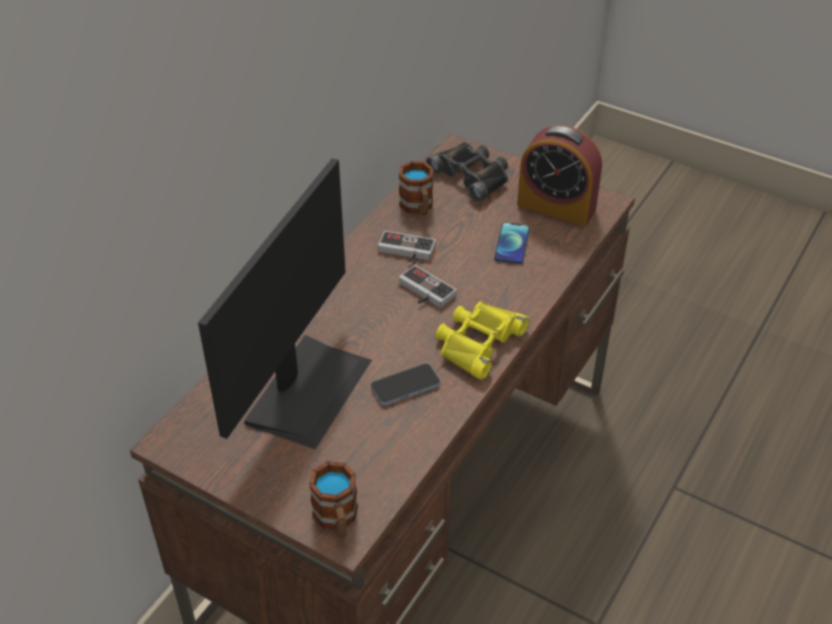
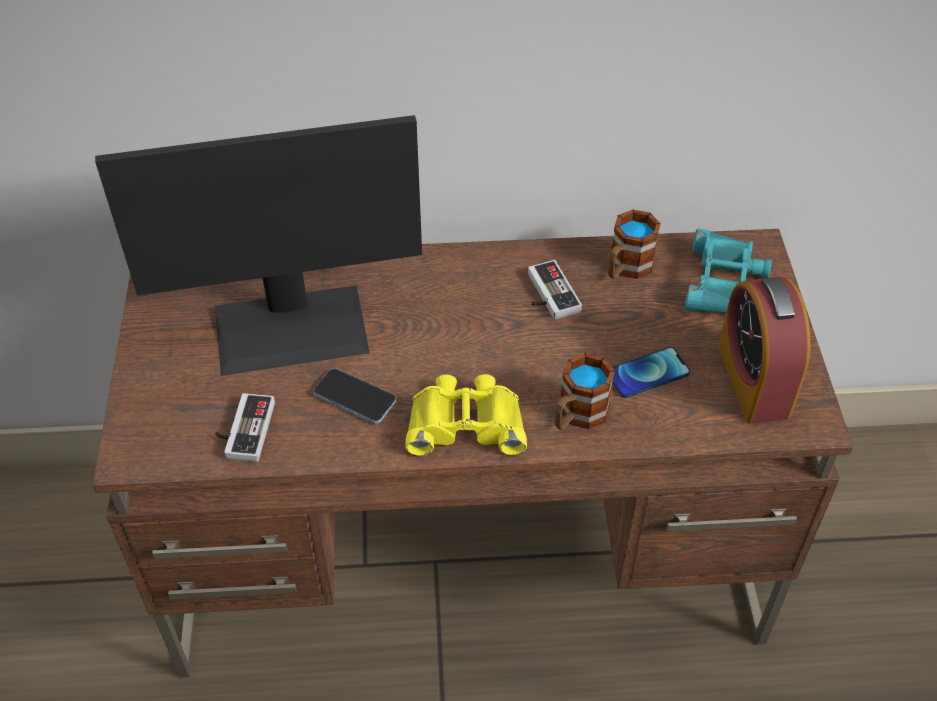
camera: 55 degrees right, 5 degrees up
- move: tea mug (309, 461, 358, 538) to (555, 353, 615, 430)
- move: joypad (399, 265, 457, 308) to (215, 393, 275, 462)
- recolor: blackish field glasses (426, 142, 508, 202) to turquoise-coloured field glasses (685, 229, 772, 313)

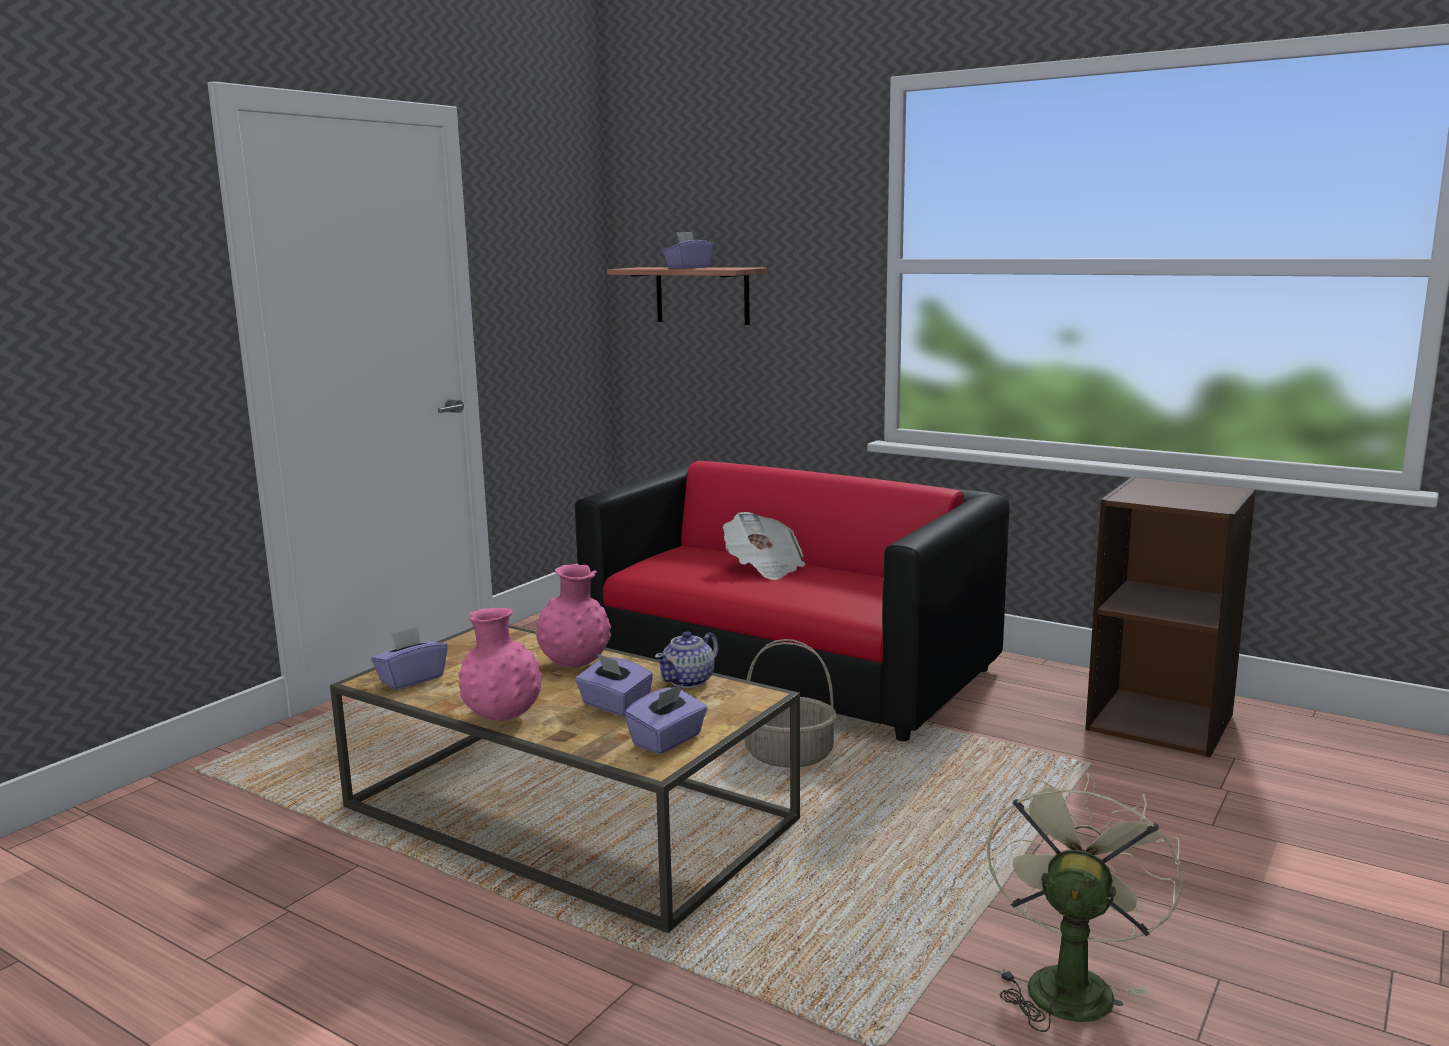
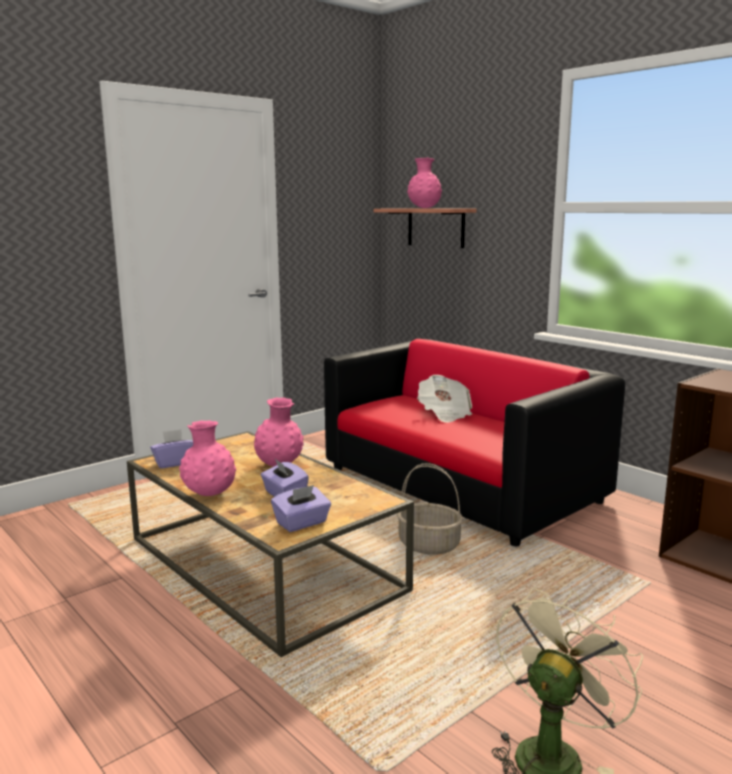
camera: 15 degrees right, 0 degrees up
- delete: tea pot (655, 631, 719, 688)
- replace: purple-coloured tissue holder (662, 232, 713, 269) to pink-coloured vase (407, 158, 442, 208)

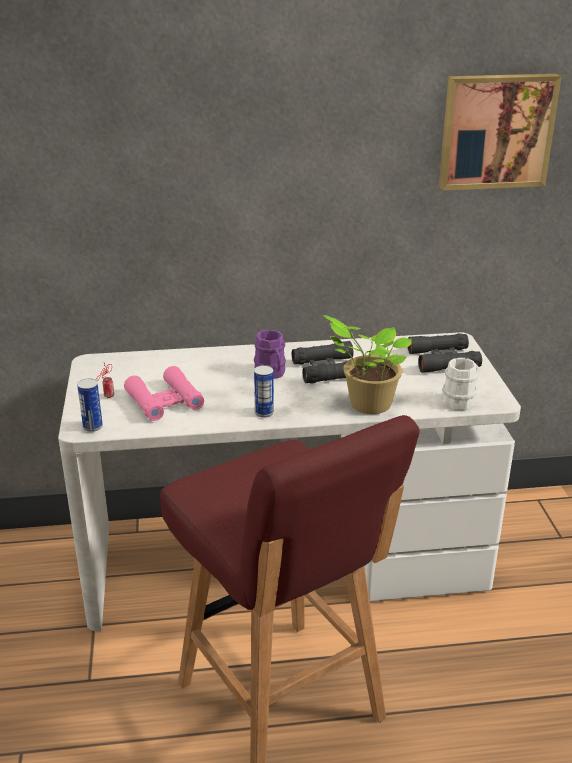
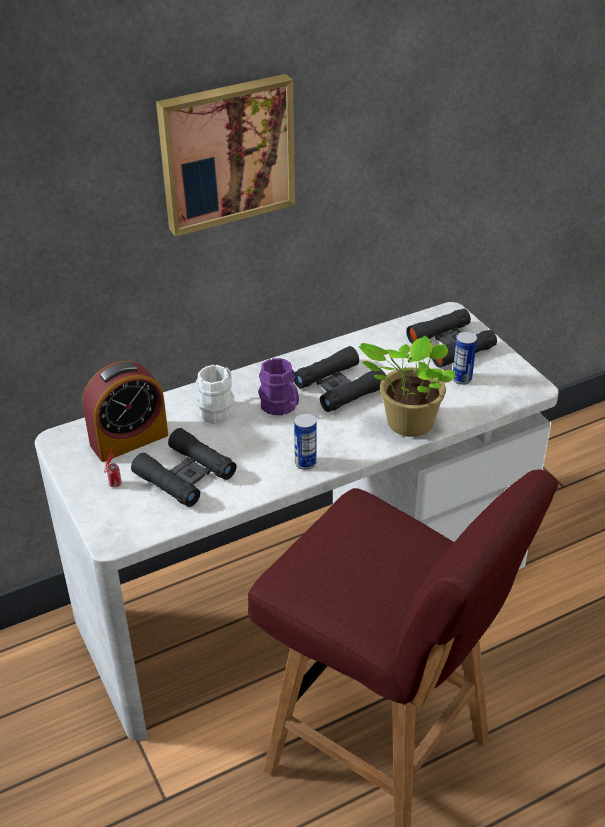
camera: 20 degrees left, 10 degrees up
- insert: bedside clock (83, 361, 168, 462)
- move: metal can (77, 378, 103, 432) to (453, 331, 477, 385)
- move: wall picture (439, 74, 562, 190) to (156, 74, 295, 237)
- move: whitish tea mug (442, 358, 479, 410) to (196, 365, 234, 424)
- recolor: pink-coloured field glasses (124, 366, 204, 421) to blackish field glasses (131, 428, 236, 507)

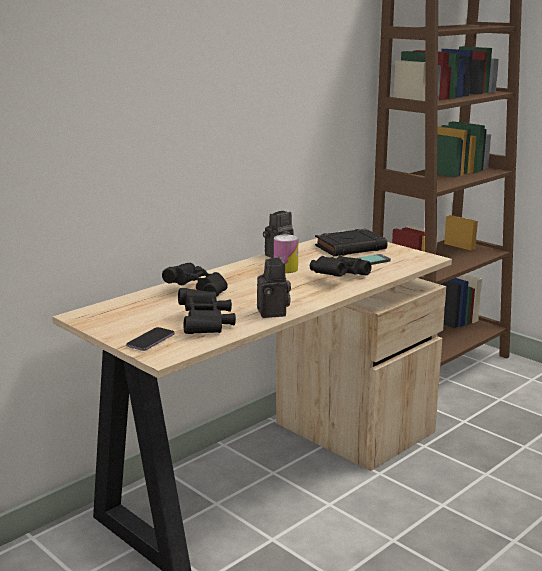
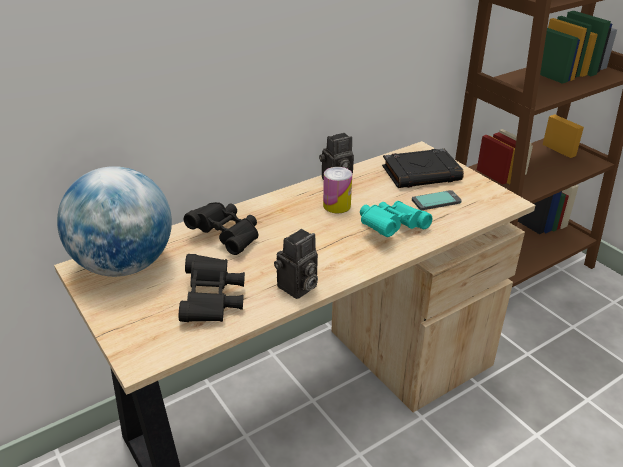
camera: 10 degrees right, 15 degrees up
- delete: phone (126, 327, 175, 351)
- insert: globe (57, 166, 172, 277)
- recolor: blackish field glasses (310, 256, 372, 277) to turquoise-coloured field glasses (360, 201, 432, 237)
- rotate: still camera (257, 256, 291, 318) = (274, 229, 318, 299) 45 degrees clockwise

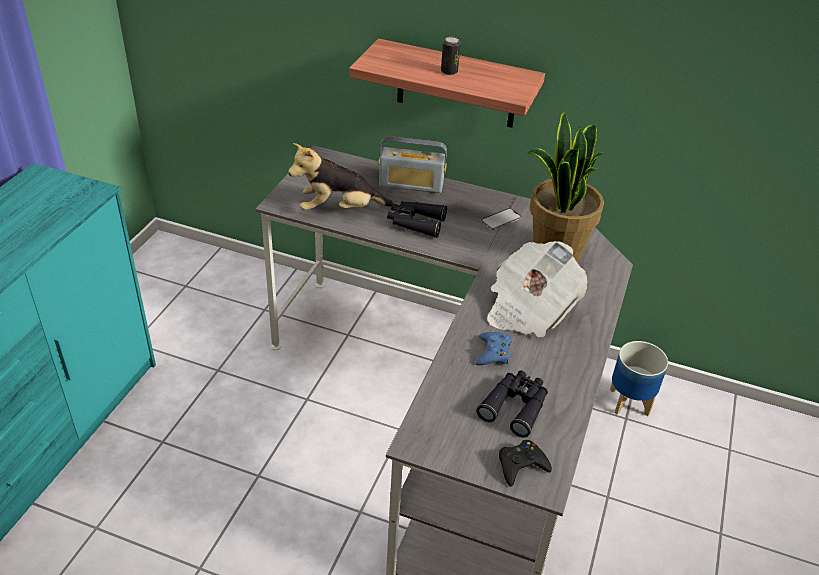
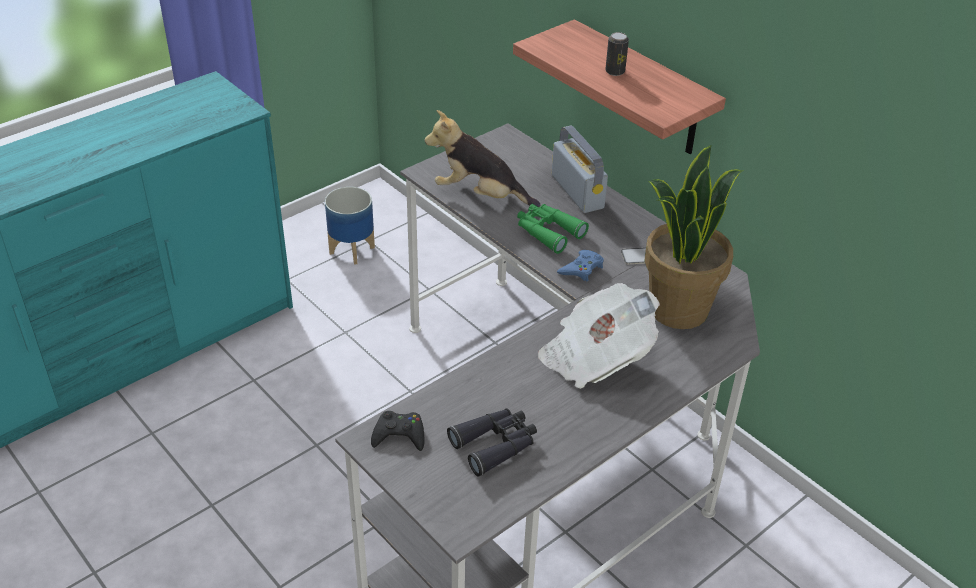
camera: 30 degrees right, 0 degrees up
- move: blue-coloured joypad (475, 332, 512, 365) to (557, 250, 604, 281)
- move: blackish joypad (499, 440, 552, 487) to (371, 411, 425, 451)
- move: flower pot (610, 341, 668, 416) to (325, 187, 375, 265)
- recolor: blackish field glasses (387, 201, 447, 238) to green field glasses (517, 204, 589, 254)
- rotate: radio receiver (379, 136, 447, 193) = (552, 126, 608, 213) 150 degrees counterclockwise

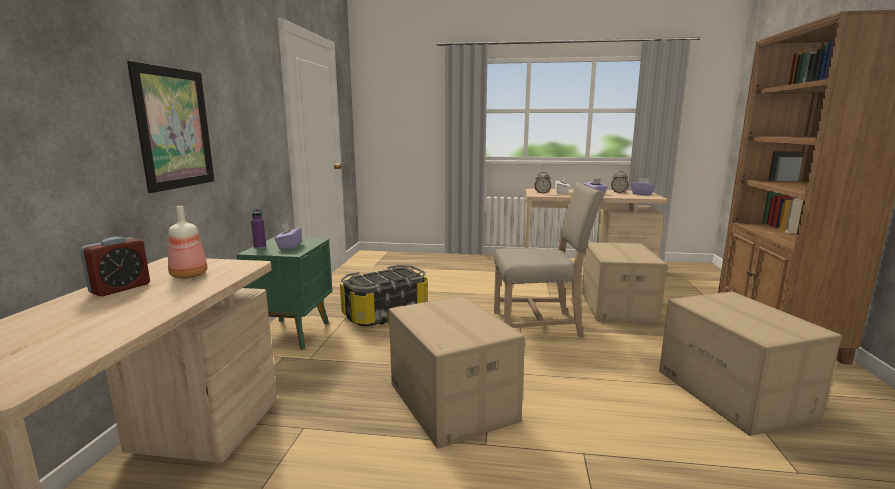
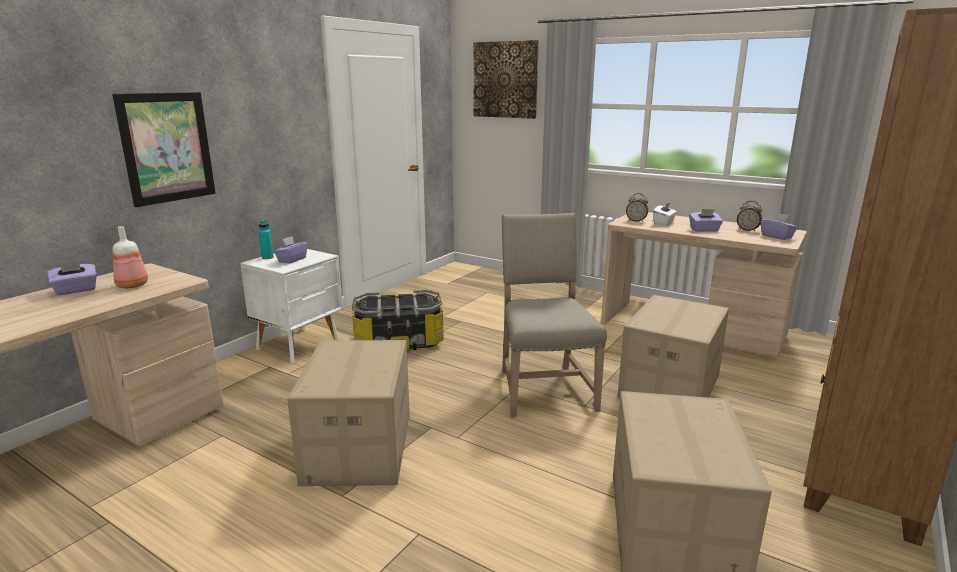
camera: 25 degrees right, 5 degrees up
- insert: wall picture (473, 40, 539, 119)
- replace: bedside clock (80, 237, 150, 296) to purple-coloured tissue holder (47, 261, 97, 295)
- recolor: green bedside table (237, 237, 332, 350) to whitish bedside table (240, 249, 343, 363)
- recolor: purple-coloured bottle (251, 209, 266, 249) to turquoise-coloured bottle (259, 220, 274, 259)
- rotate: beige plain chair (494, 183, 605, 338) = (502, 213, 607, 418) 120 degrees counterclockwise

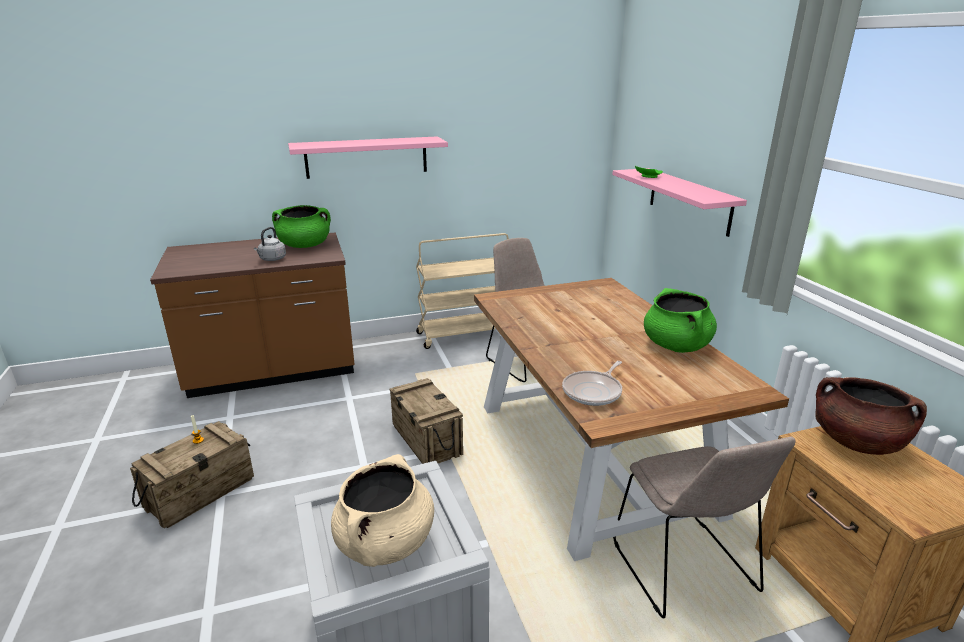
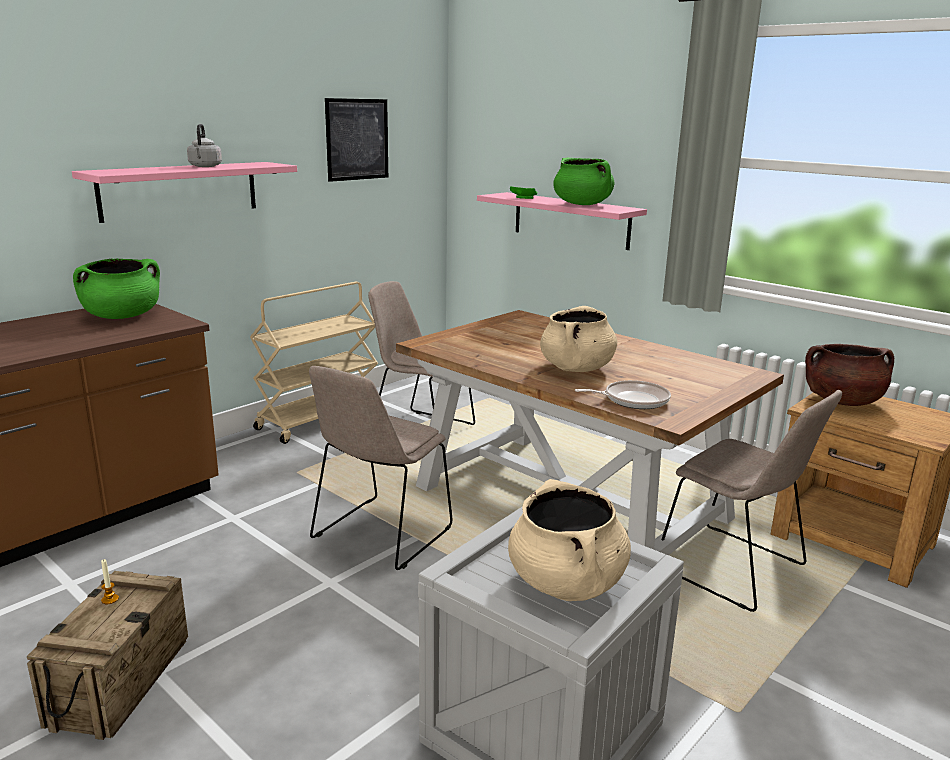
camera: 30 degrees left, 5 degrees down
- insert: wall picture (325, 98, 388, 182)
- insert: beige stockpot (540, 306, 617, 372)
- move: greyish water kettle (254, 227, 286, 261) to (187, 124, 222, 167)
- move: green stockpot (644, 288, 717, 353) to (553, 158, 615, 205)
- replace: shipping crate (389, 378, 463, 464) to beige plain chair (309, 366, 452, 570)
- rotate: skillet (562, 361, 622, 406) = (575, 380, 671, 409) 105 degrees counterclockwise

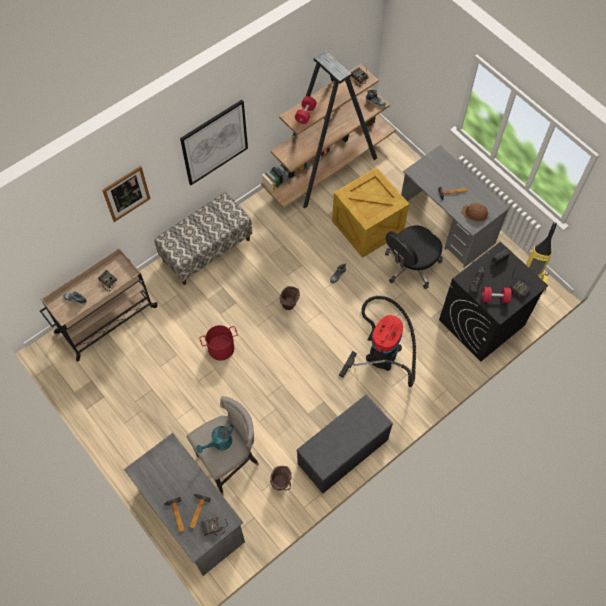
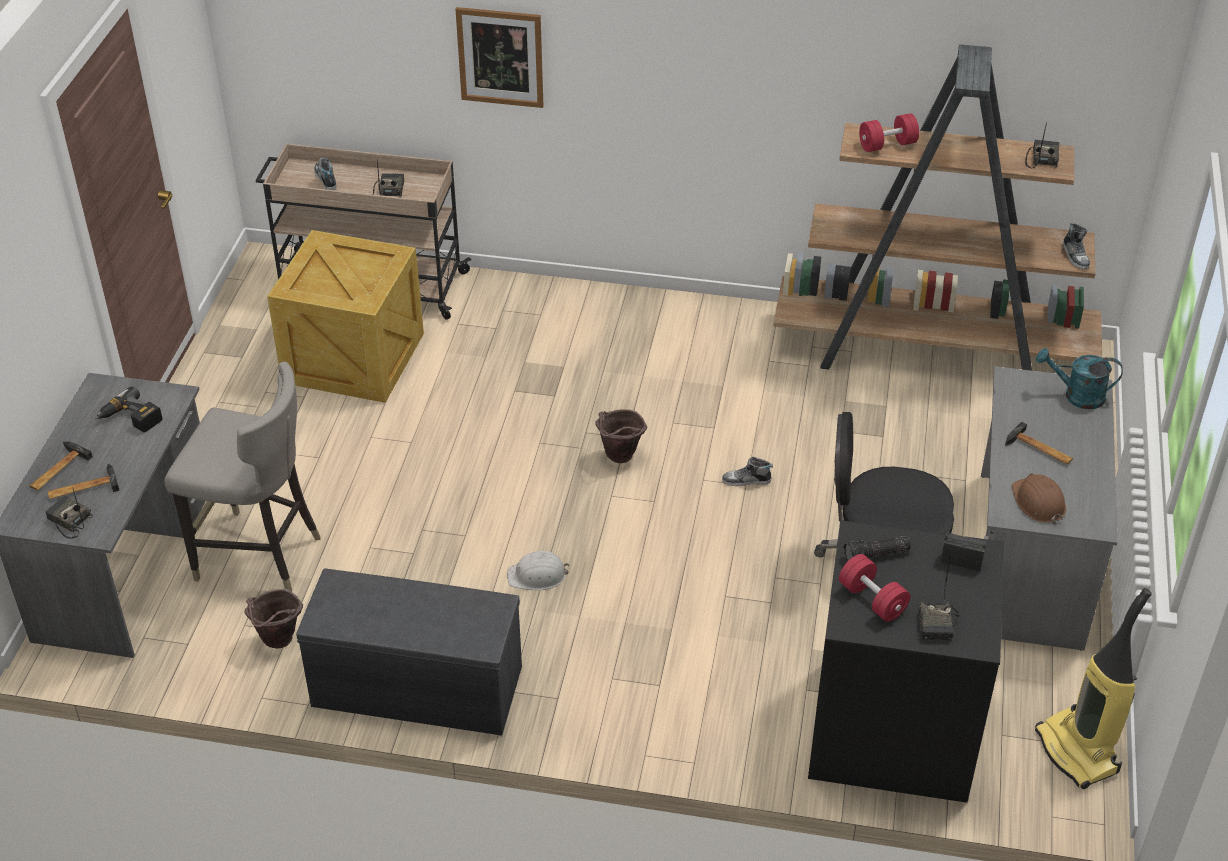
camera: 50 degrees right, 20 degrees down
- delete: indoor bench (154, 192, 252, 285)
- delete: wall picture (180, 100, 248, 185)
- delete: reddish water bucket (199, 325, 238, 361)
- delete: vacuum (339, 296, 416, 387)
- insert: electric drill (95, 386, 163, 433)
- insert: whitish hard hat (507, 551, 569, 590)
- move: turquoise-coloured watering pot (196, 425, 234, 453) to (1036, 348, 1123, 409)
- move: shipping crate (332, 168, 409, 258) to (267, 230, 424, 403)

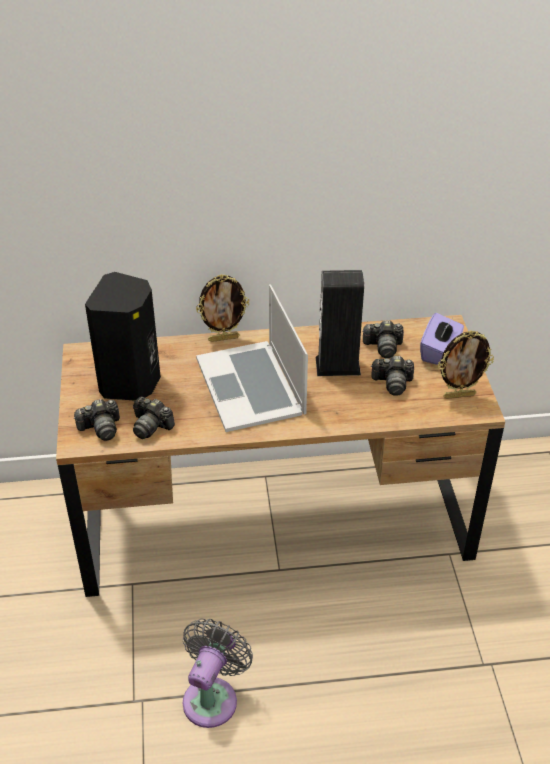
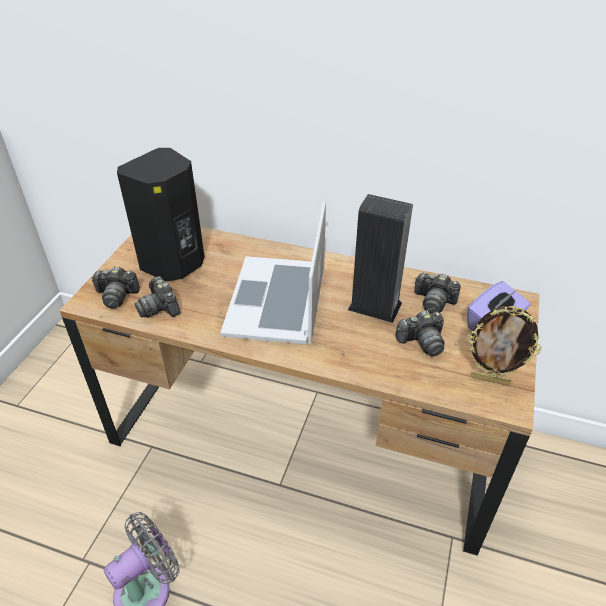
camera: 25 degrees right, 0 degrees up
- delete: picture frame (196, 274, 249, 342)
- rotate: still camera (371, 356, 414, 396) = (395, 310, 445, 356) 45 degrees counterclockwise

